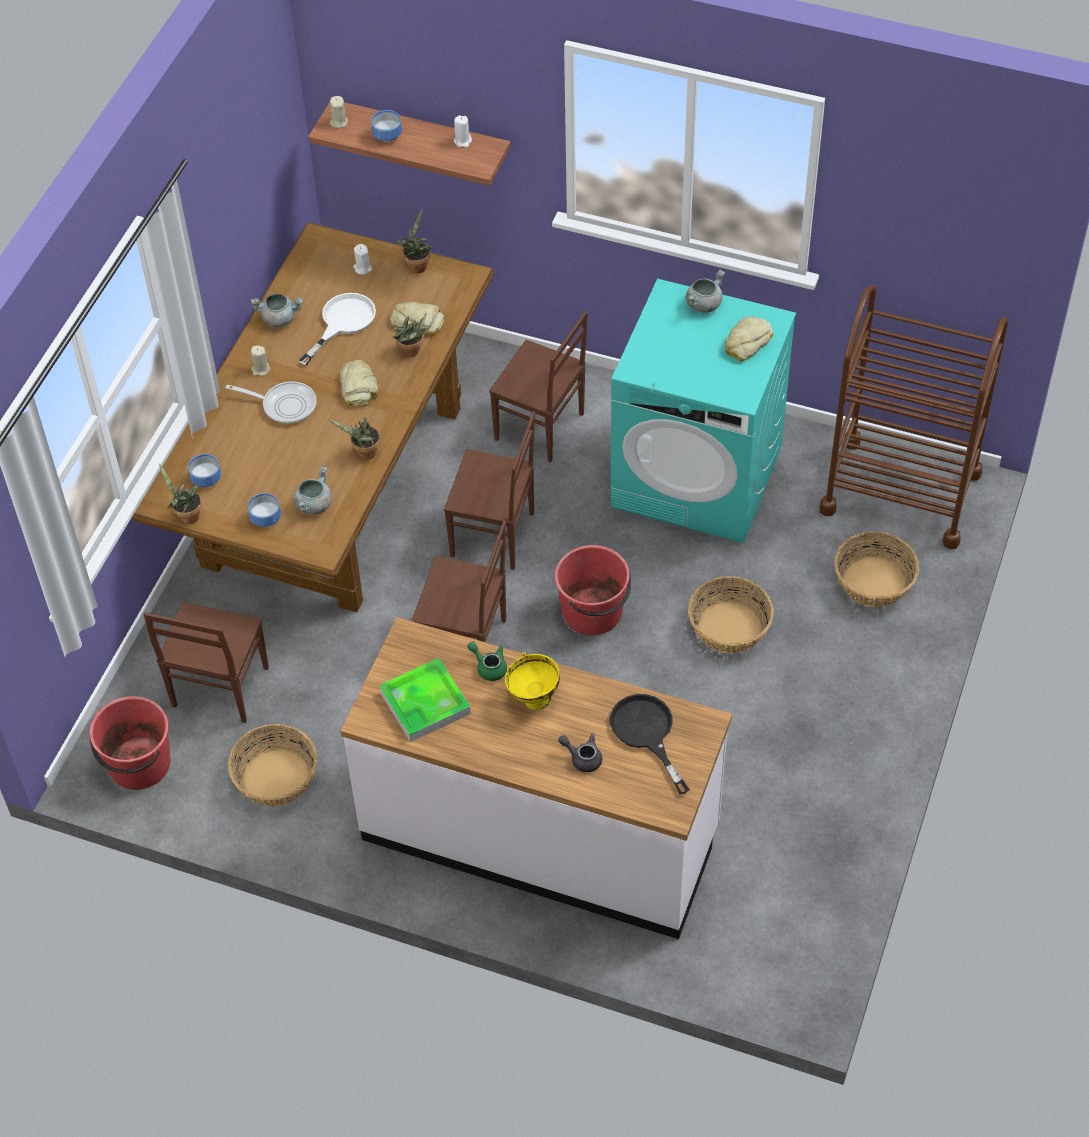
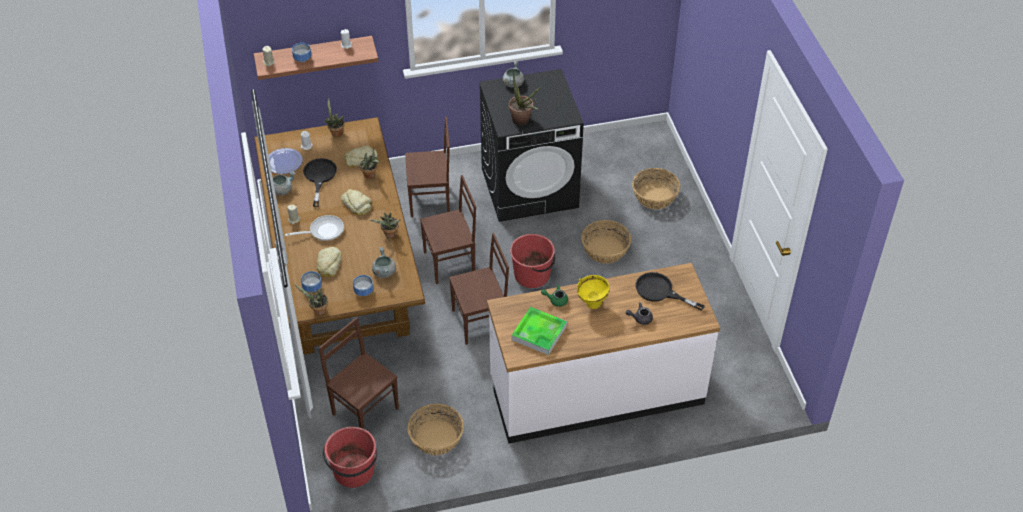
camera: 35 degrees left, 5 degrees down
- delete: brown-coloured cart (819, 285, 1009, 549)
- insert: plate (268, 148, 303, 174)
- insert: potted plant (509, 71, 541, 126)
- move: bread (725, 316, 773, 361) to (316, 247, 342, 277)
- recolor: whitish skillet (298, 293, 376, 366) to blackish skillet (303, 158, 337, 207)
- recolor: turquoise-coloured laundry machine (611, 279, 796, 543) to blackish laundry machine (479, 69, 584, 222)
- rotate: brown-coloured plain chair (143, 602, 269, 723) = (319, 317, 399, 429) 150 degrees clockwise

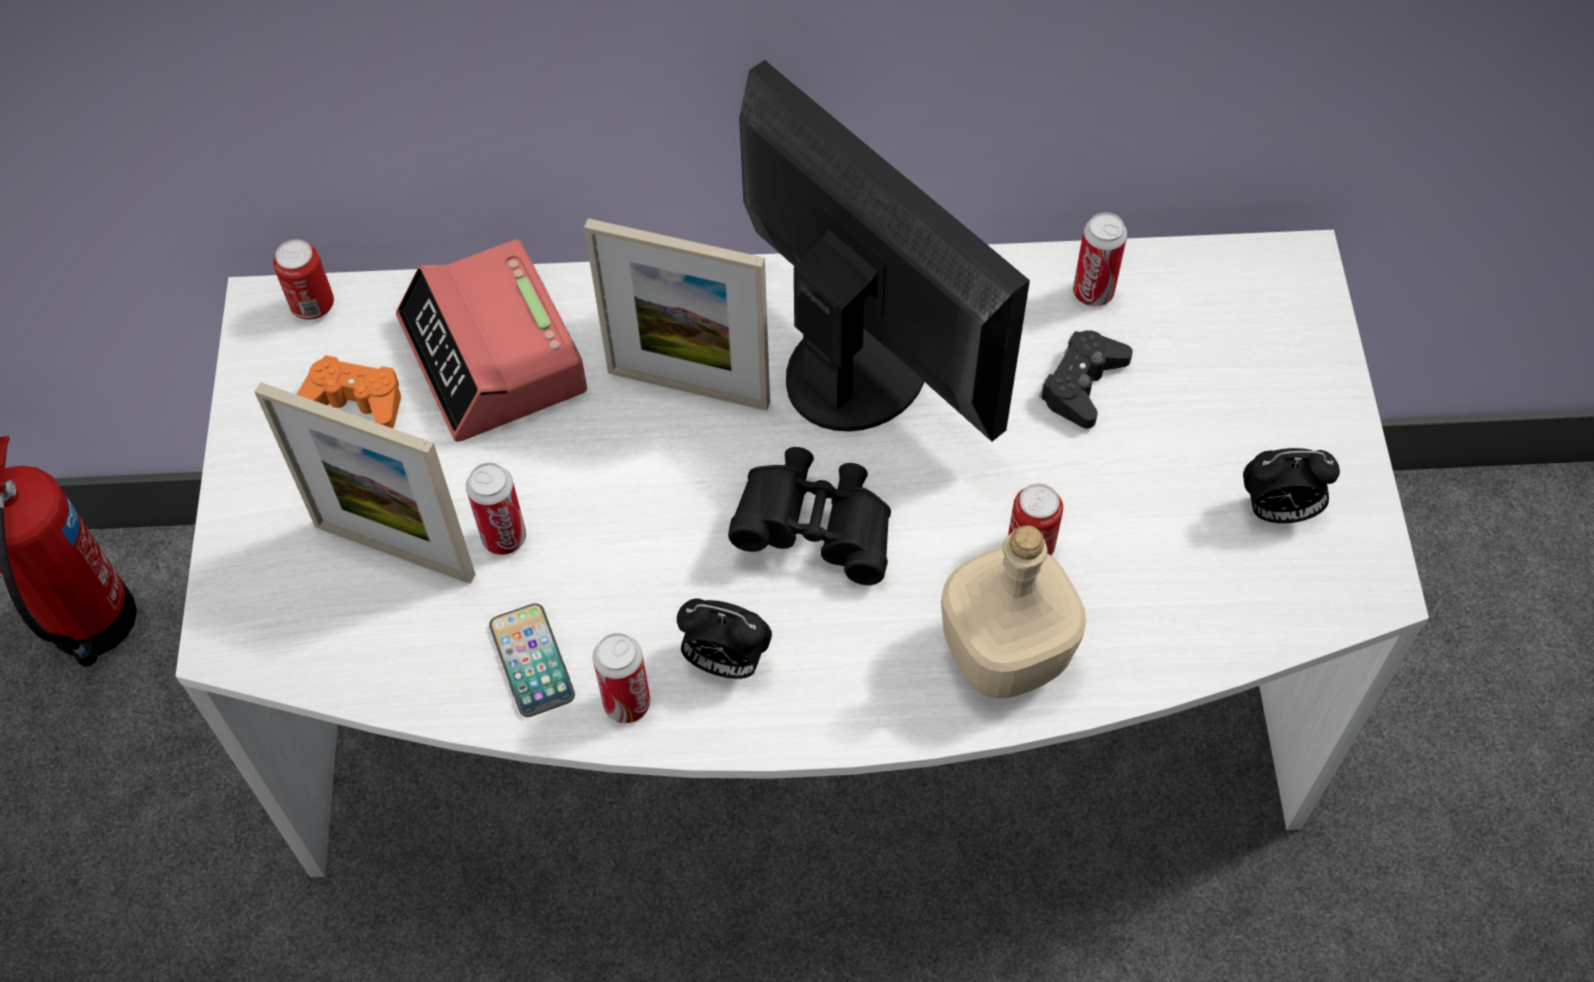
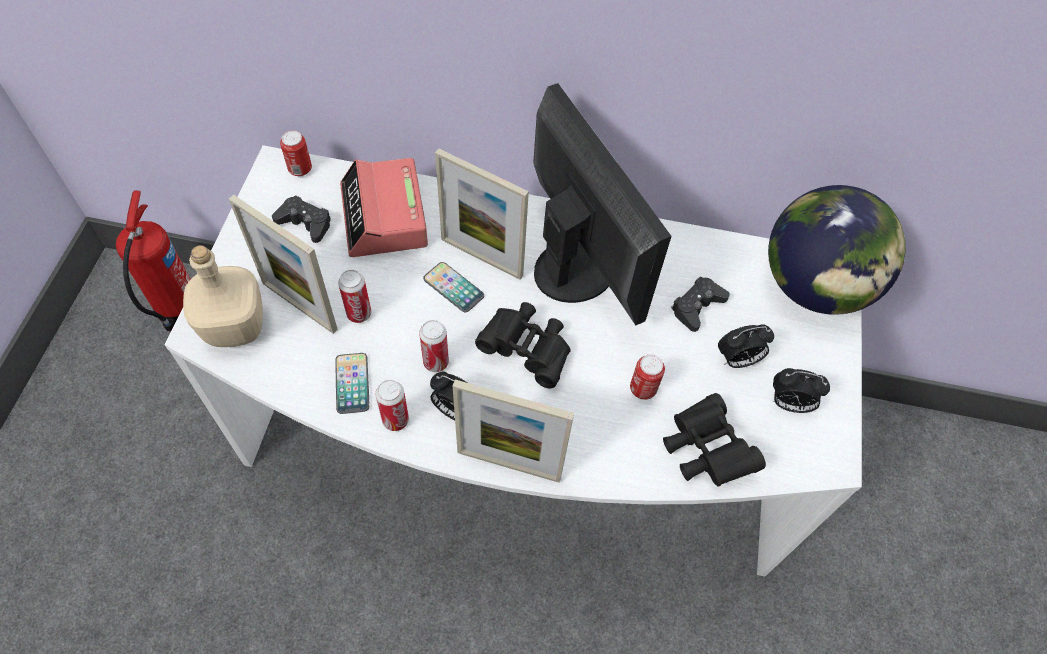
camera: 10 degrees right, 0 degrees up
- insert: phone (423, 262, 484, 312)
- insert: picture frame (453, 380, 574, 483)
- insert: blackish field glasses (663, 393, 766, 487)
- insert: bedside clock (718, 324, 774, 368)
- insert: globe (768, 185, 906, 315)
- move: beige bottle (941, 525, 1086, 698) to (183, 245, 263, 347)
- move: metal can (1073, 212, 1127, 307) to (419, 320, 449, 372)
- recolor: orange joypad (296, 355, 401, 428) to blackish joypad (272, 195, 331, 243)

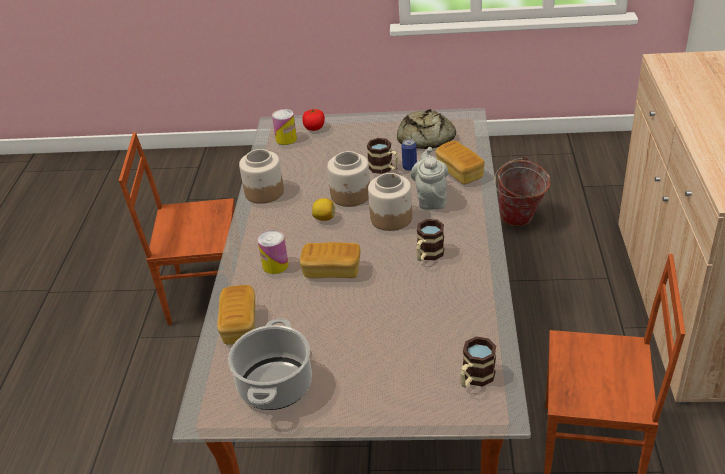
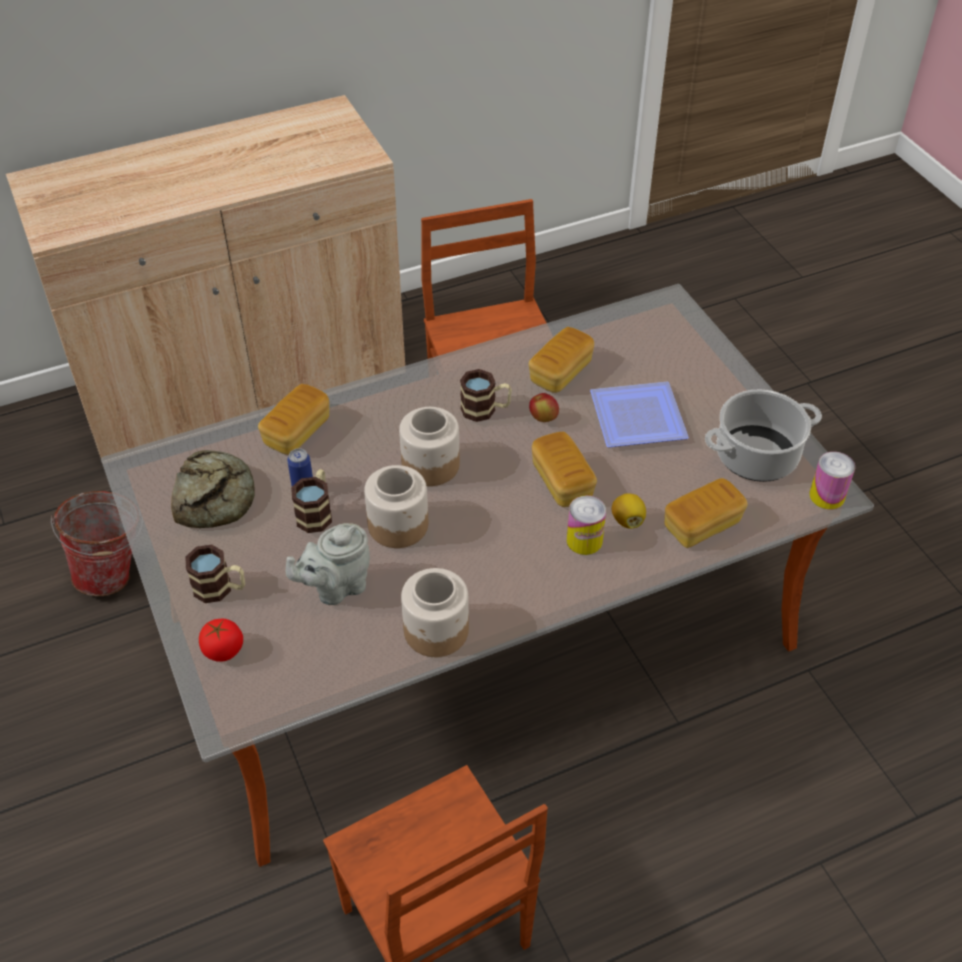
camera: 120 degrees left, 10 degrees up
- insert: bread (528, 327, 594, 393)
- insert: whole apple (529, 393, 559, 422)
- insert: plate (590, 381, 689, 447)
- move: metal can (272, 109, 297, 145) to (809, 452, 855, 509)
- move: lemon (312, 198, 335, 221) to (612, 493, 646, 529)
- move: greyish tea pot (411, 147, 448, 210) to (286, 523, 370, 605)
- move: tea mug (460, 337, 496, 388) to (185, 545, 245, 603)

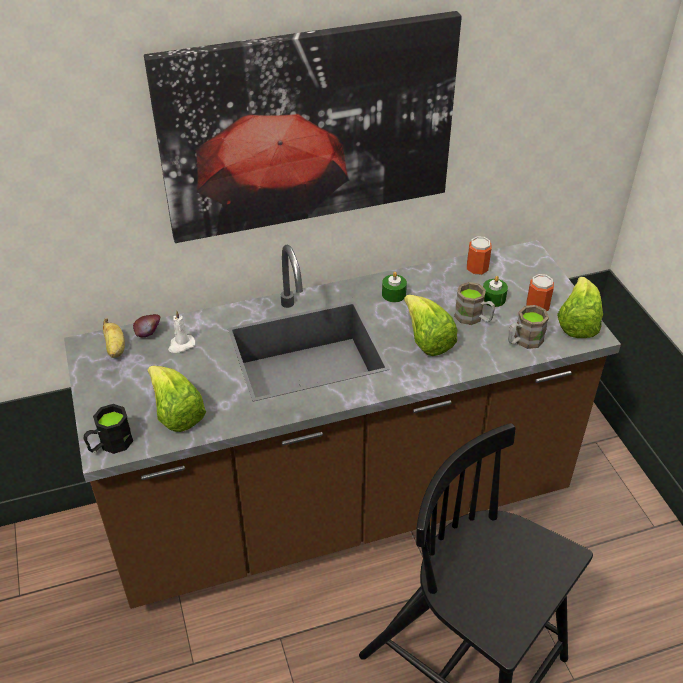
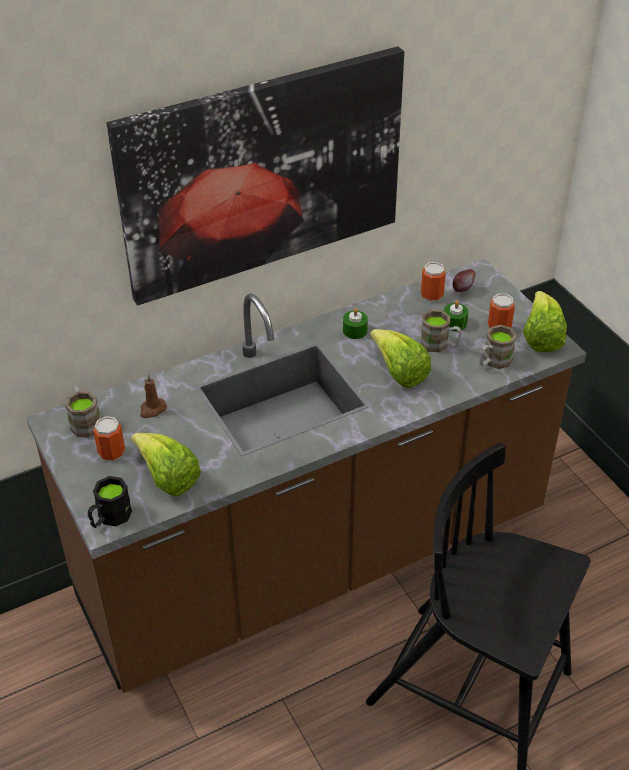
camera: 10 degrees left, 0 degrees up
- insert: metal can (93, 416, 125, 461)
- move: whole apple (133, 314, 161, 337) to (453, 269, 476, 292)
- replace: whole banana (103, 318, 125, 358) to brown-coloured tea mug (65, 386, 100, 437)
- recolor: whitish wax candle (168, 310, 196, 353) to brown-coloured wax candle (140, 374, 167, 418)

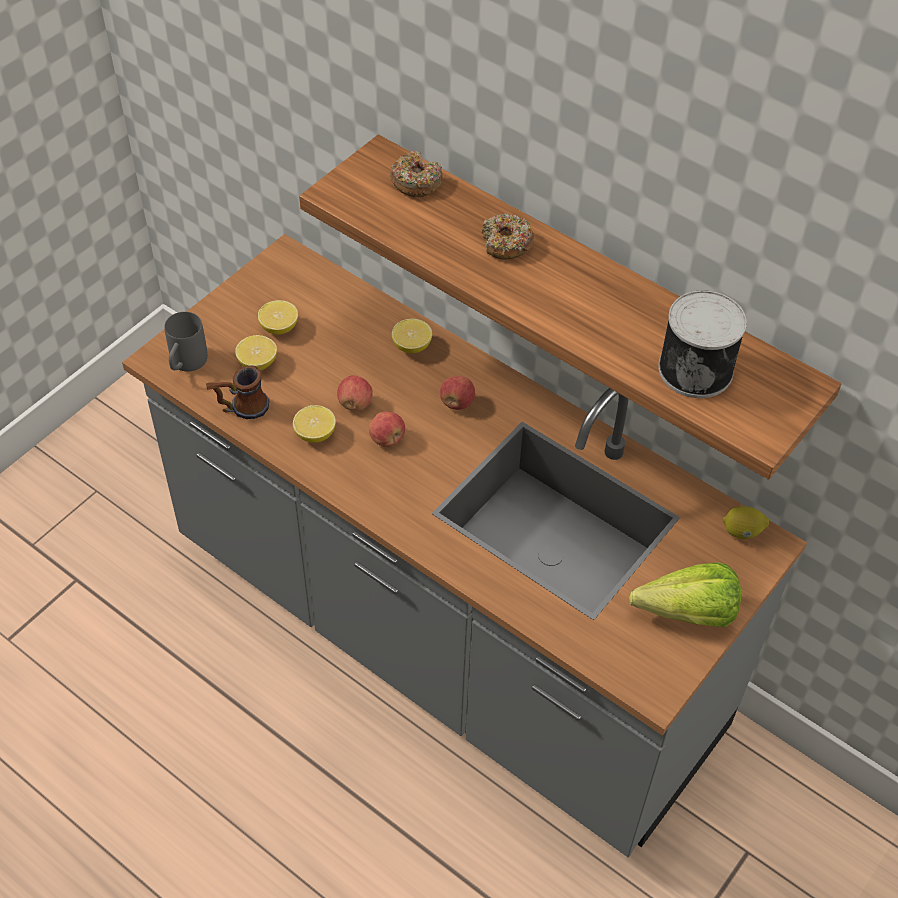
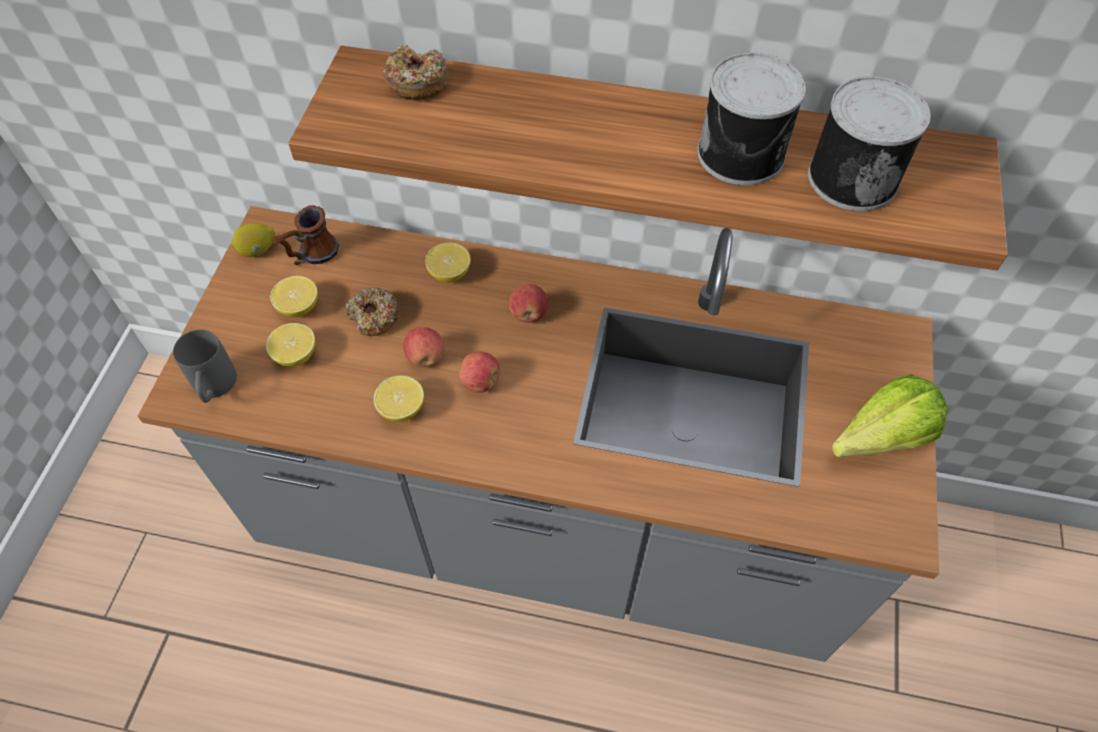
camera: 25 degrees left, 5 degrees up
- insert: metal can (697, 53, 806, 185)
- move: tea mug (206, 365, 269, 419) to (271, 206, 339, 265)
- move: doughnut (482, 213, 534, 260) to (345, 287, 401, 336)
- move: lemon (723, 506, 769, 539) to (231, 223, 275, 257)

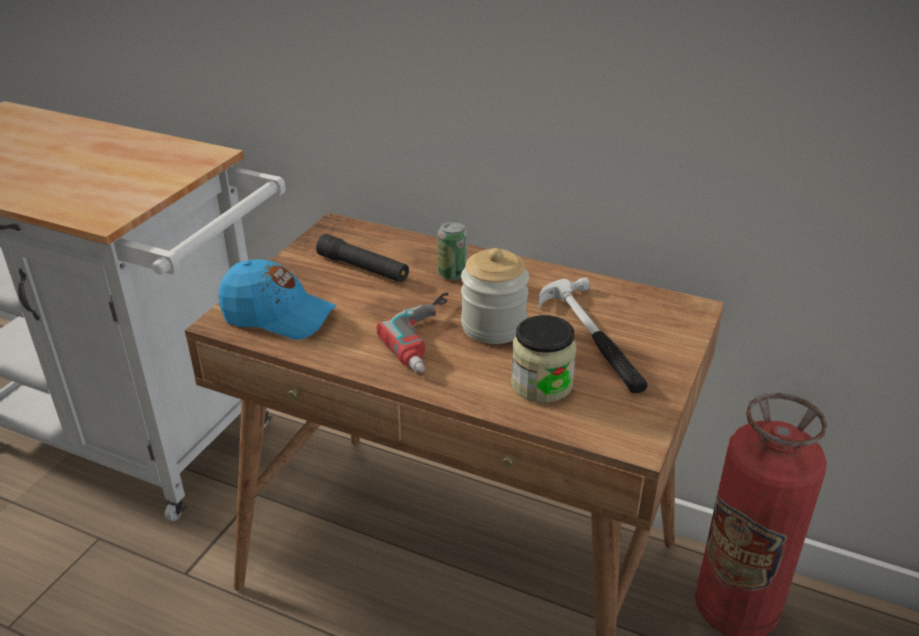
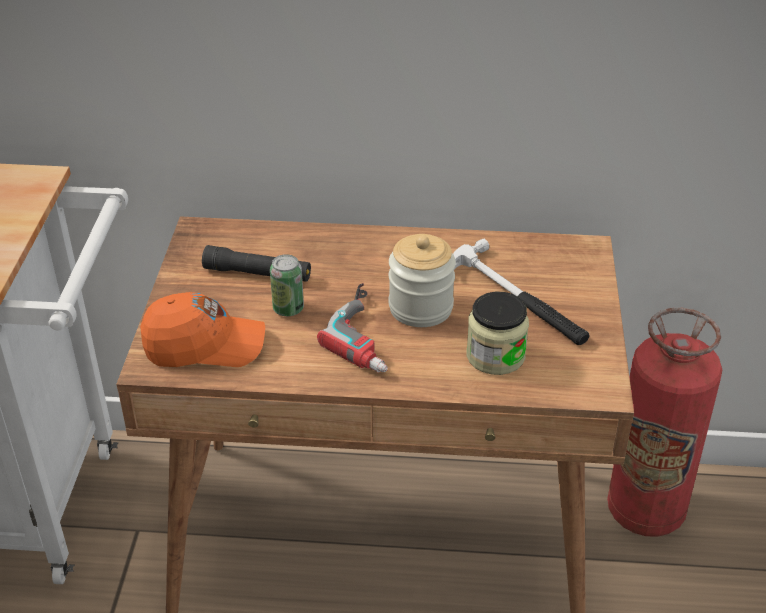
camera: 20 degrees left, 5 degrees up
- move: metal can (438, 221, 467, 280) to (270, 254, 304, 316)
- recolor: blue-coloured peaked cap (219, 260, 337, 340) to orange peaked cap (140, 292, 265, 367)

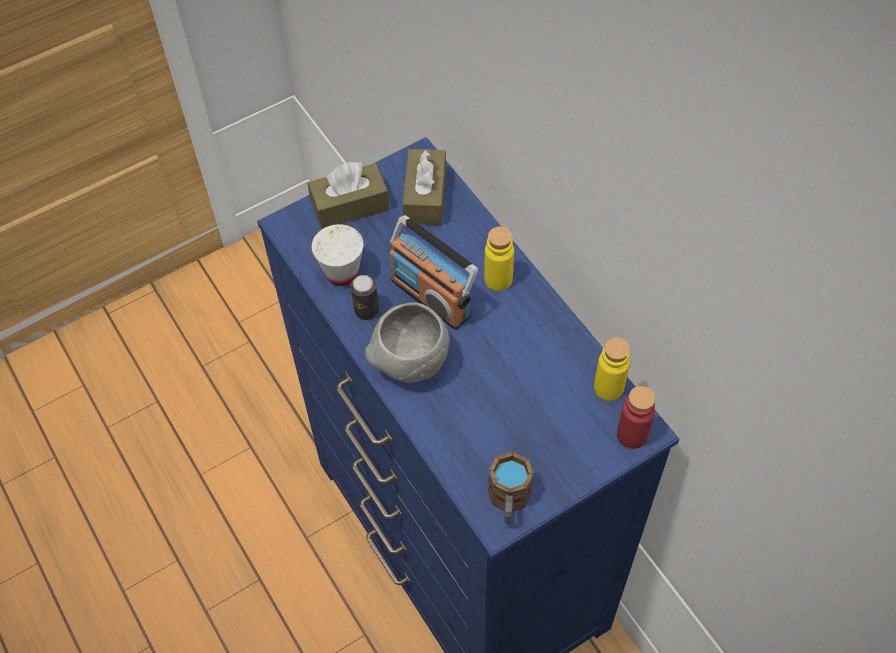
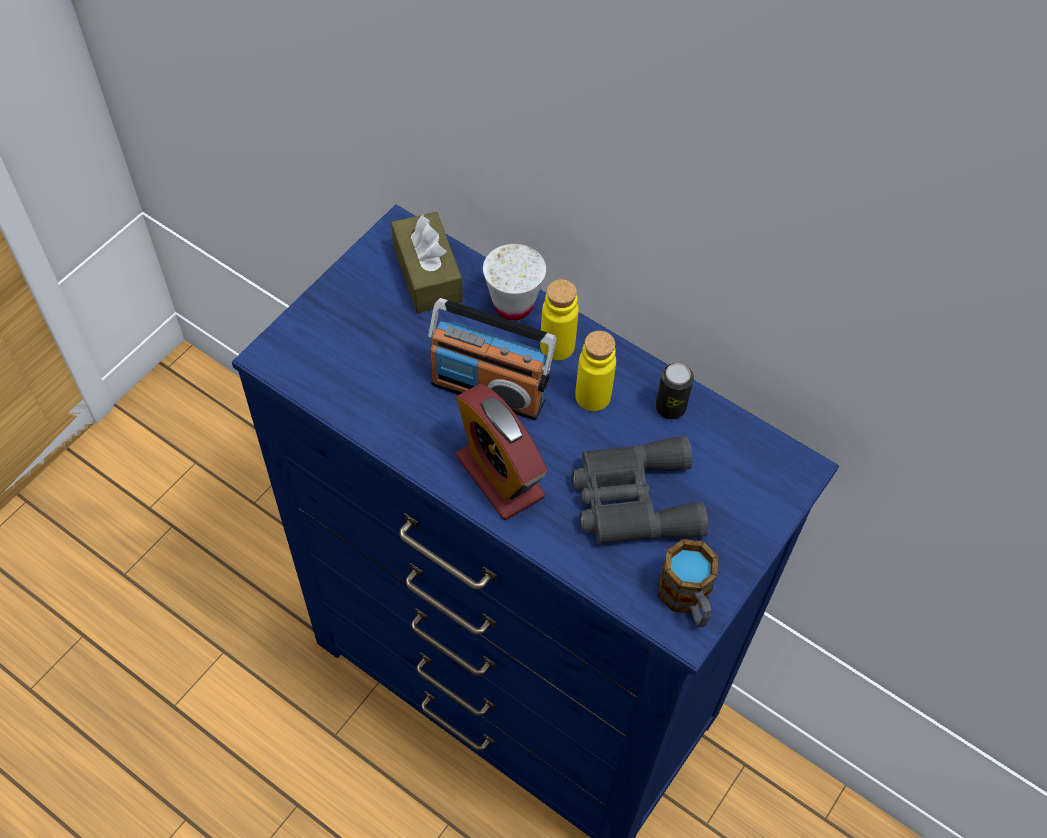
camera: 25 degrees left, 0 degrees up
- delete: brown-coloured tissue holder (308, 161, 390, 229)
- delete: reddish bottle (617, 386, 655, 449)
- insert: greyish field glasses (572, 436, 708, 544)
- move: whitish drinking cup (312, 224, 363, 286) to (483, 244, 546, 320)
- move: metal can (351, 275, 379, 320) to (655, 363, 694, 420)
- move: yellow-coloured bottle (594, 337, 630, 401) to (575, 331, 616, 411)
- replace: greyish deep dish (365, 302, 449, 383) to bedside clock (456, 384, 547, 520)

